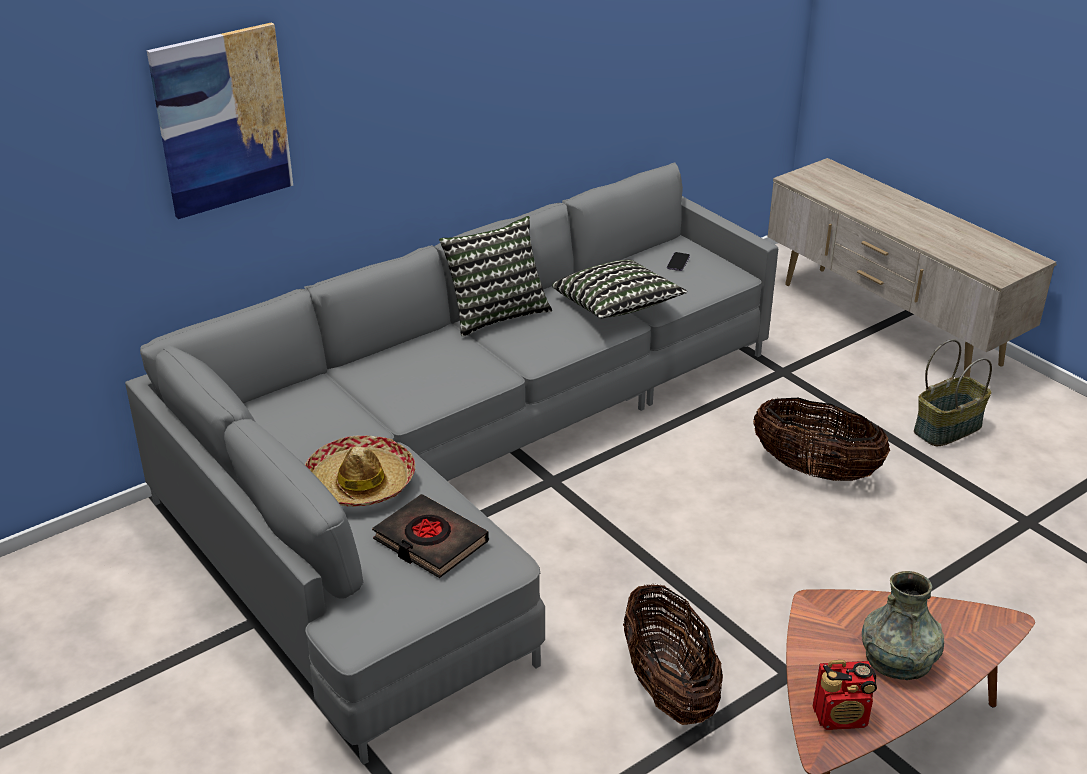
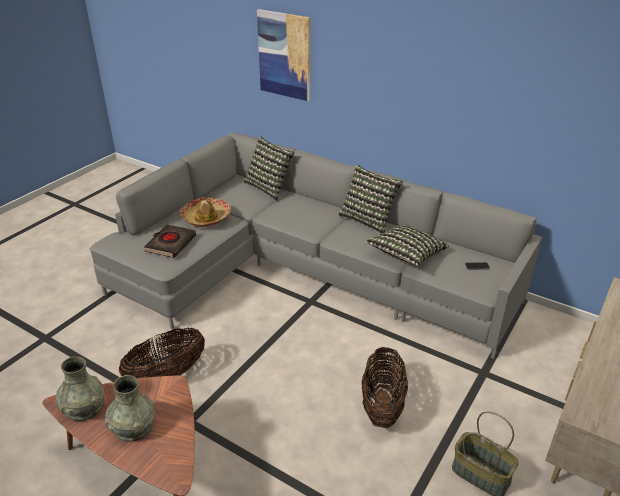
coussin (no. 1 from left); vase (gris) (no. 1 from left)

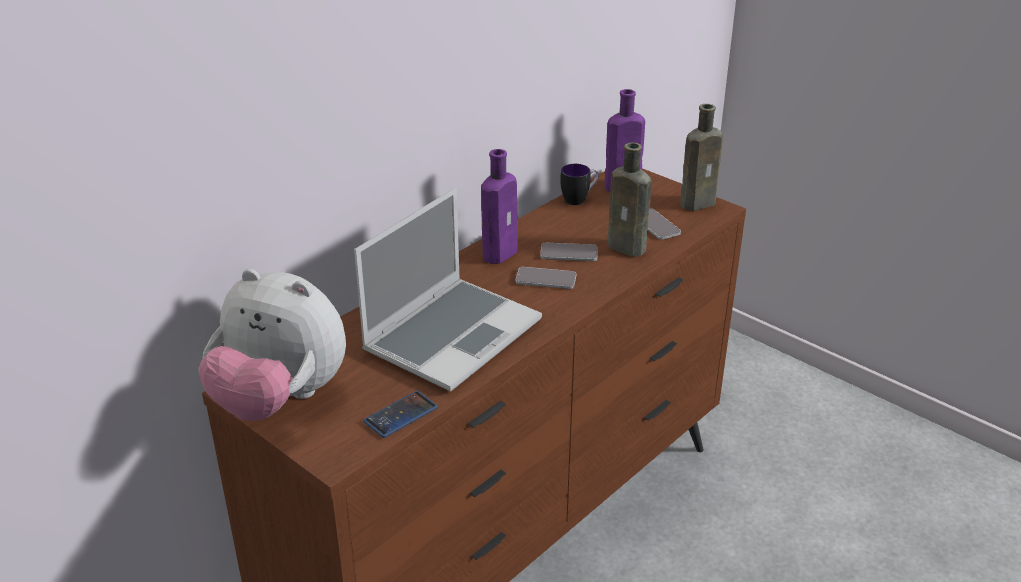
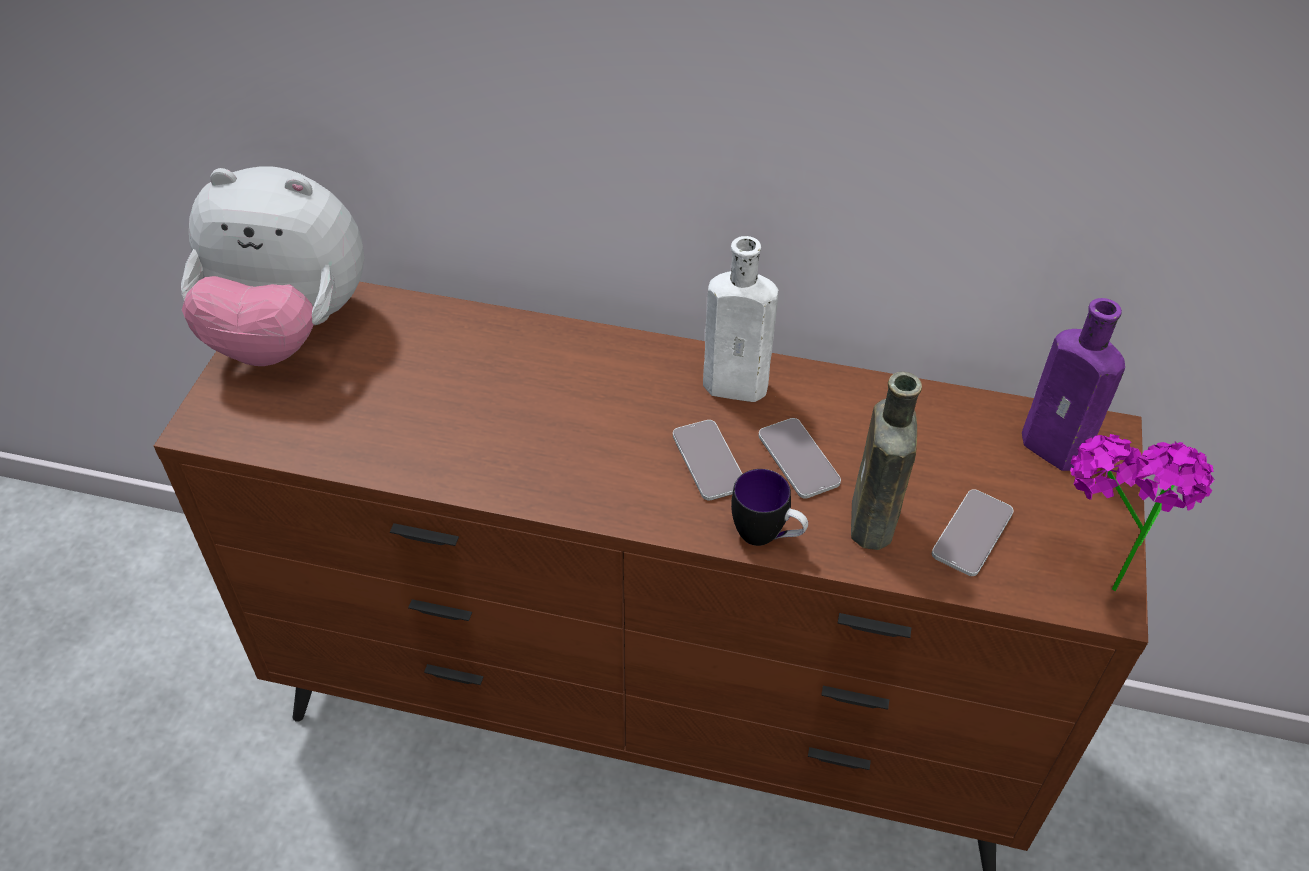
ordinateur portable; téléphone (no. 1 from left in the first image); mug; plante en pot; bouteille (blanc); peluche

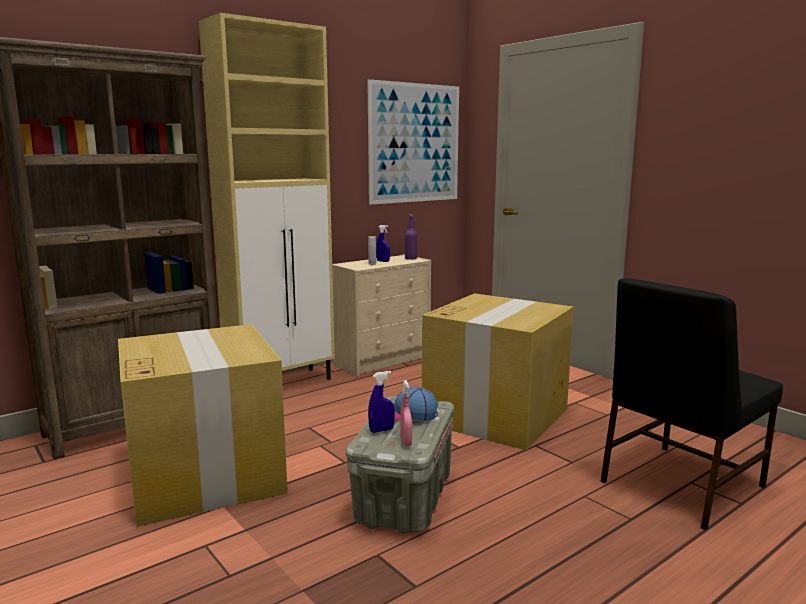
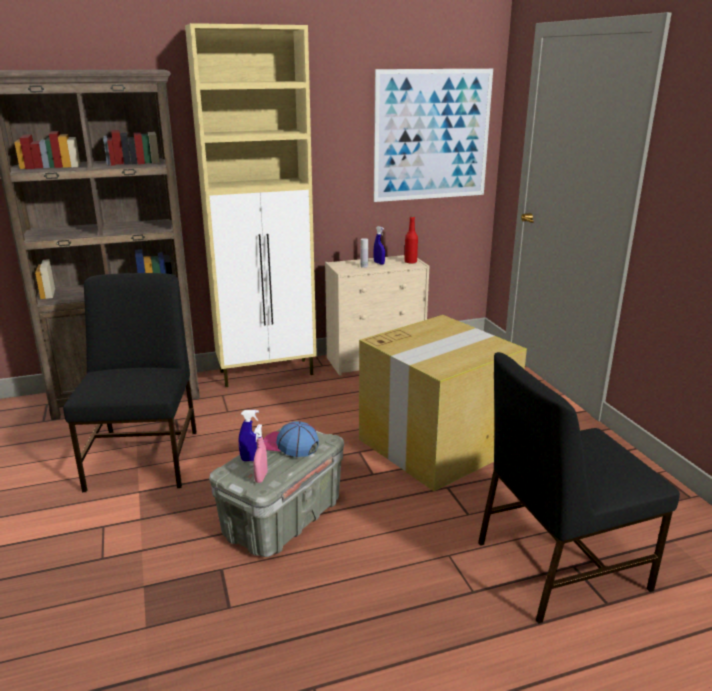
chaise (noir) (no. 1 from left); bouteille (rouge)

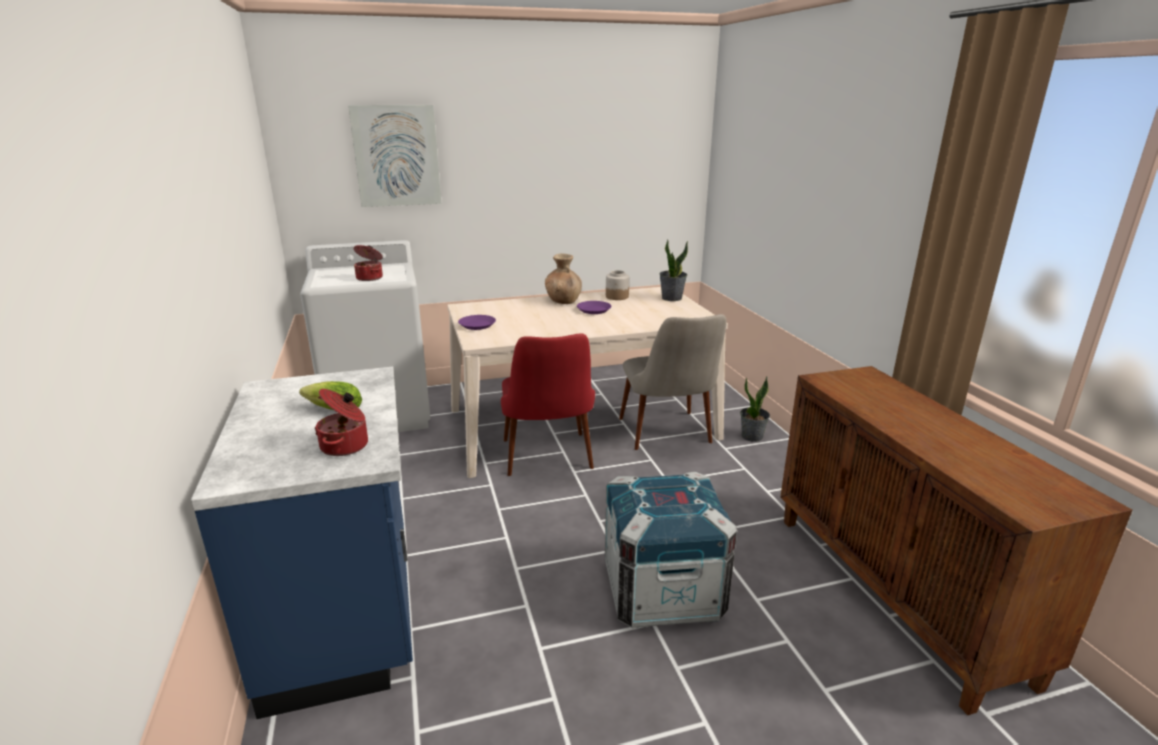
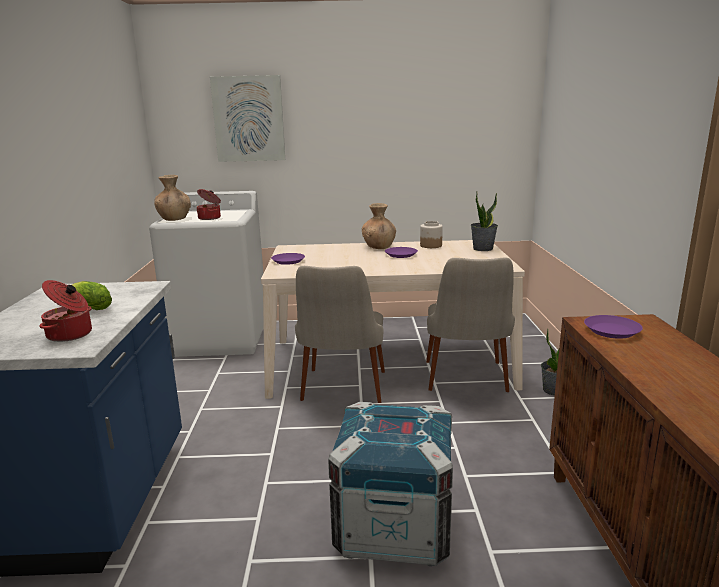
vase (marron) (no. 1 from left); assiette (violet) (no. 3 from left); chaise (beige) (no. 1 from left)

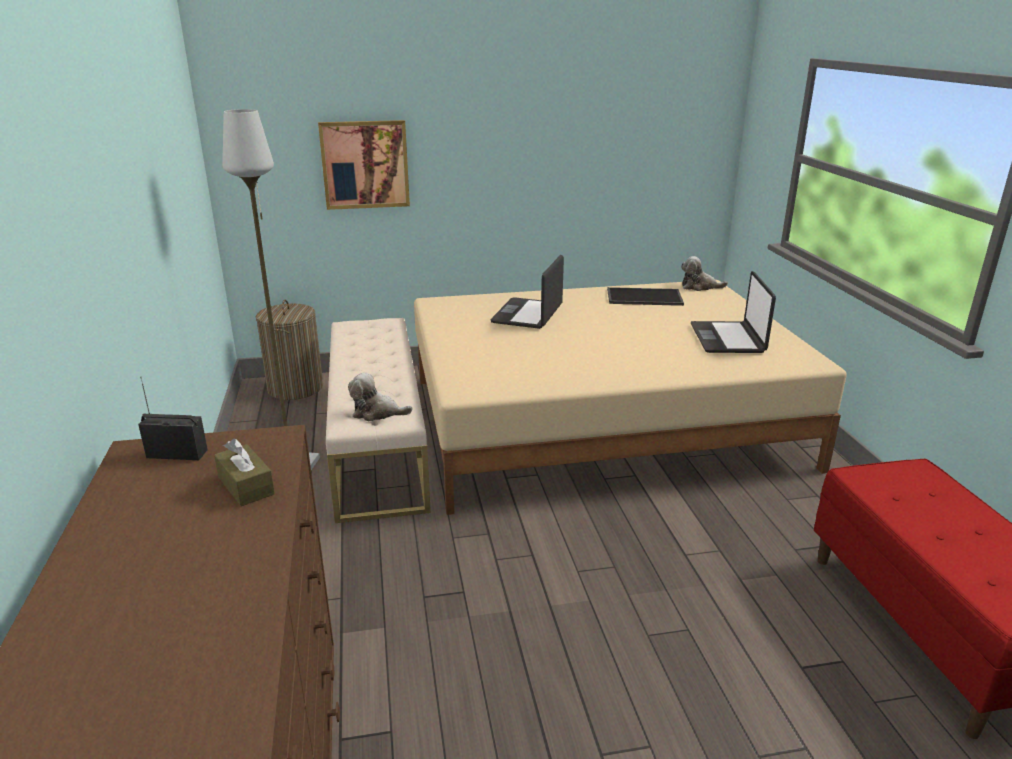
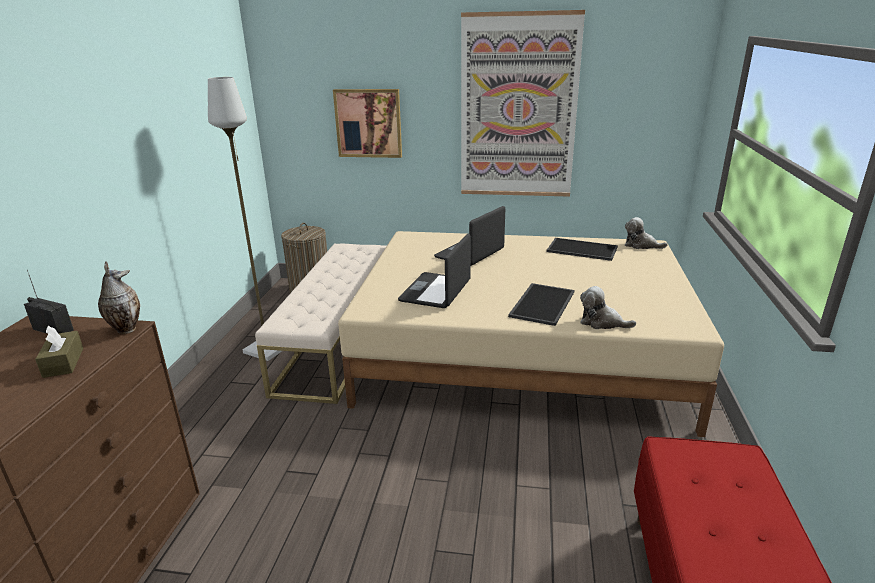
vase; tableau (no. 2 from left); plateau (no. 1 from left); peluche (no. 1 from left); ordinateur portable (no. 1 from left)

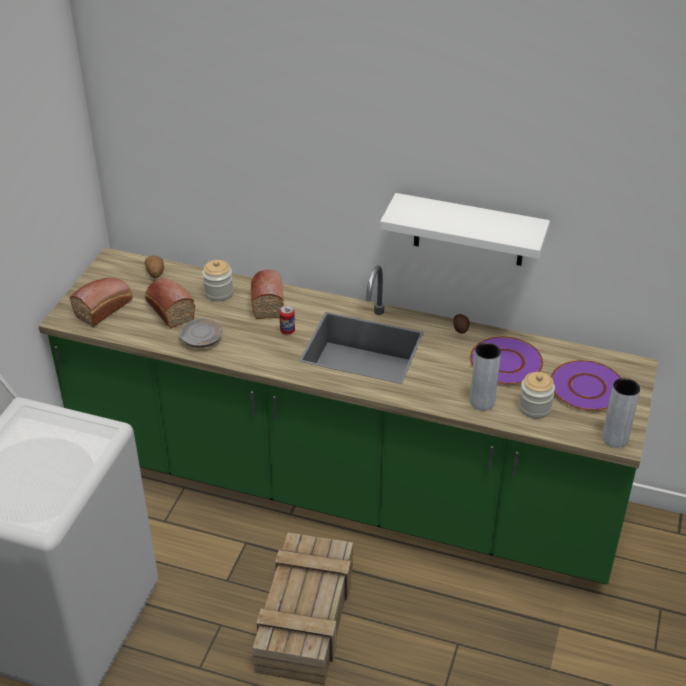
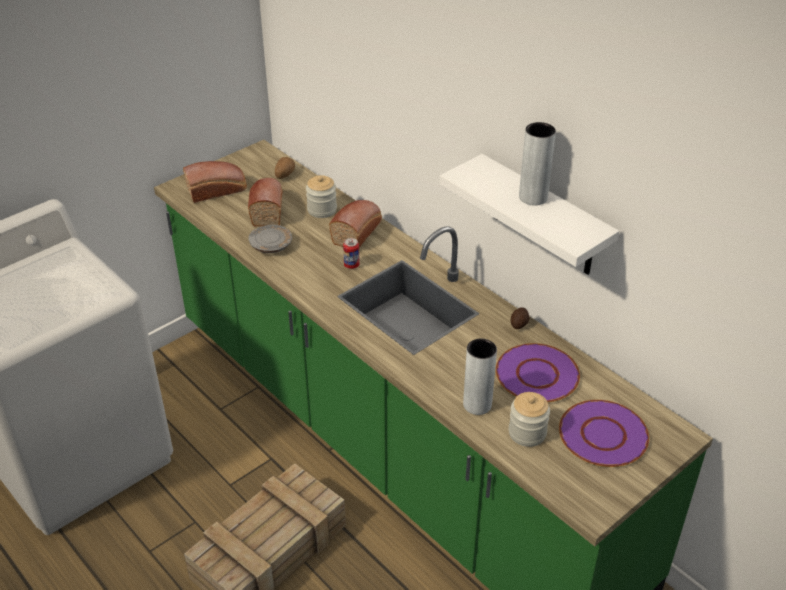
vase (gris) (no. 2 from left)

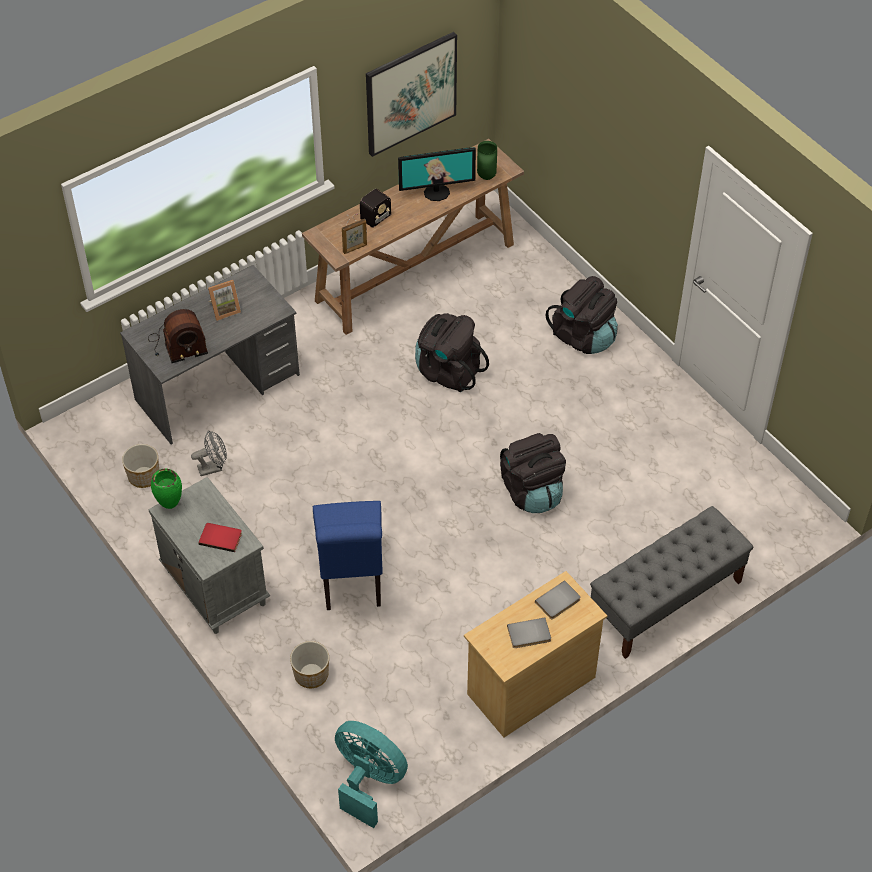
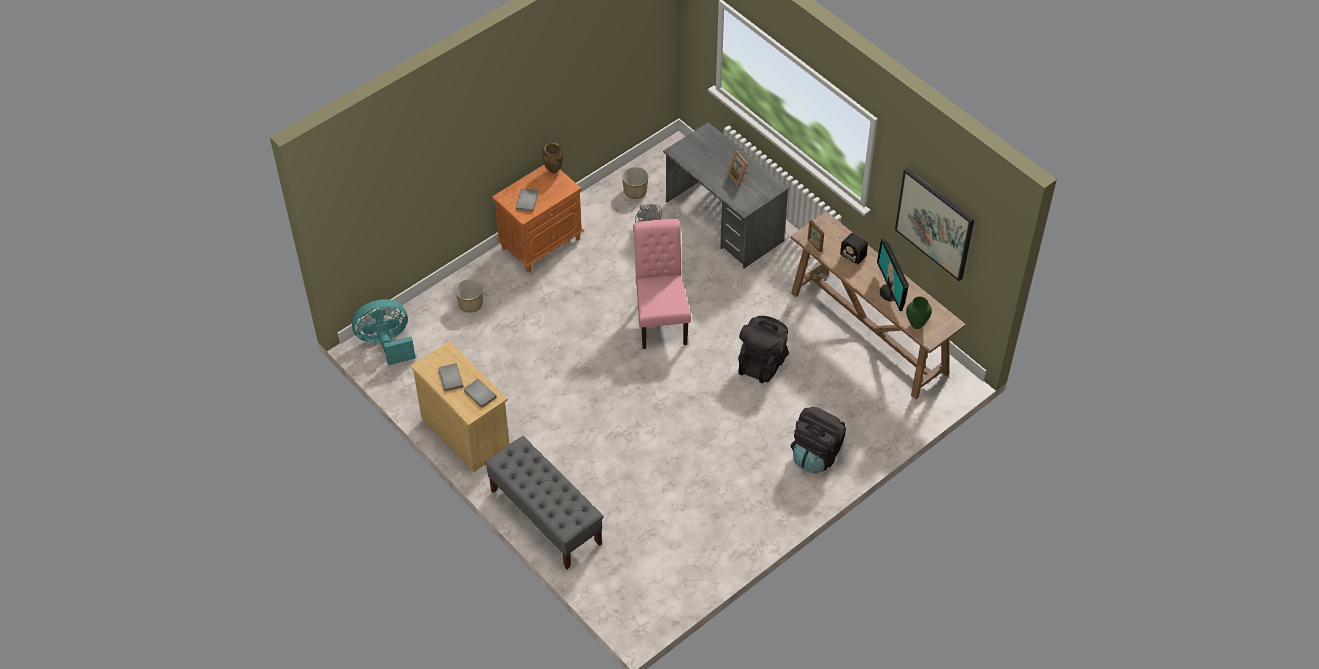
radio (no. 1 from left in the first image); chaise (bleu); sac à dos (noir) (no. 2 from left in the first image); chaise (rose); table de chevet (orange); vase (marron); livre (gris) (no. 3 from left); ventilateur (turquoise)

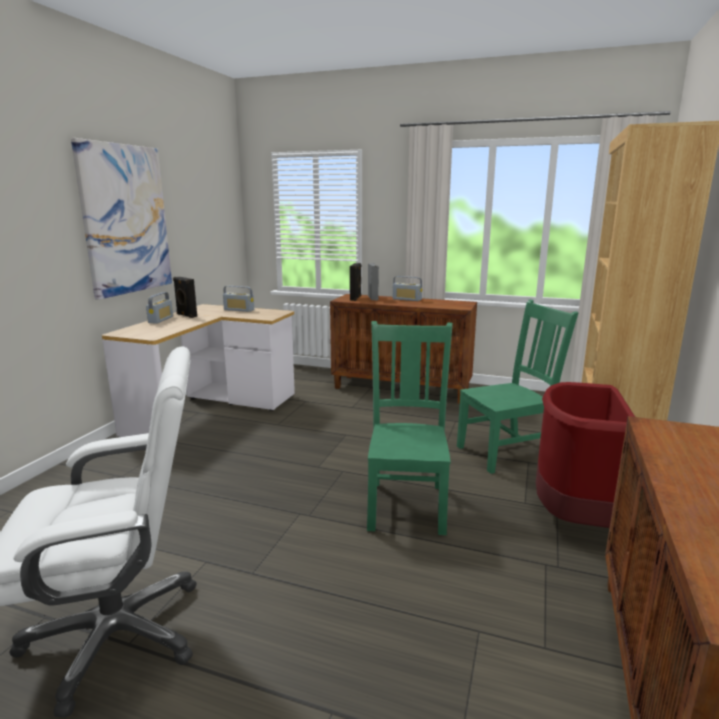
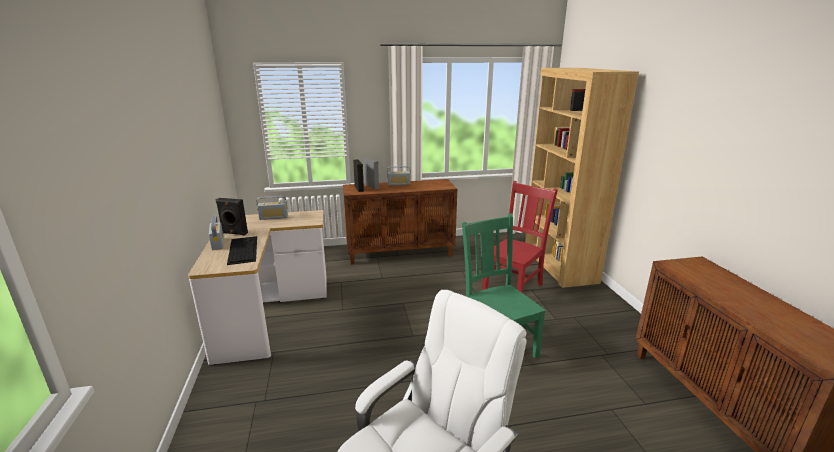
tableau; poubelle (rouge); clavier; chaise (rouge)

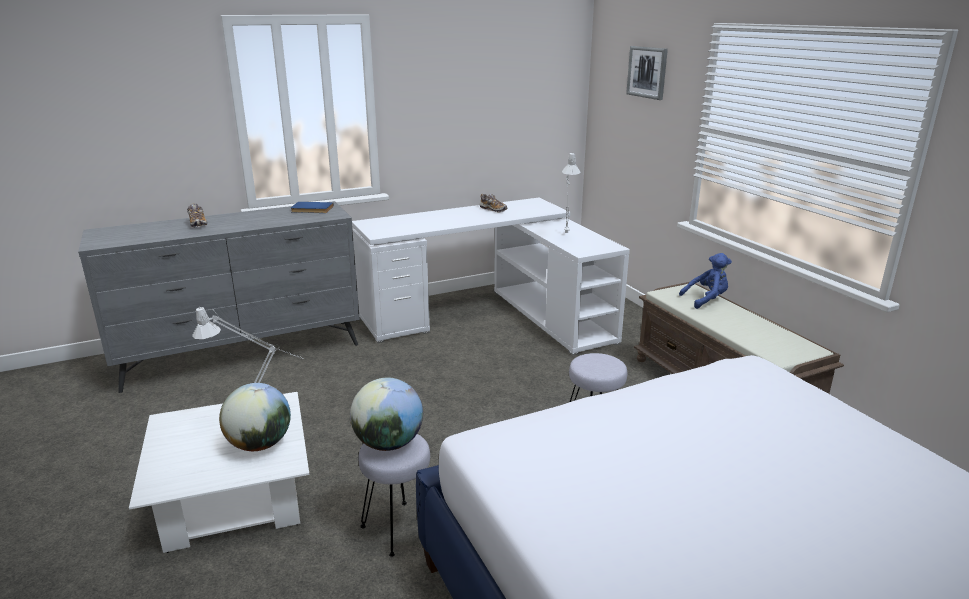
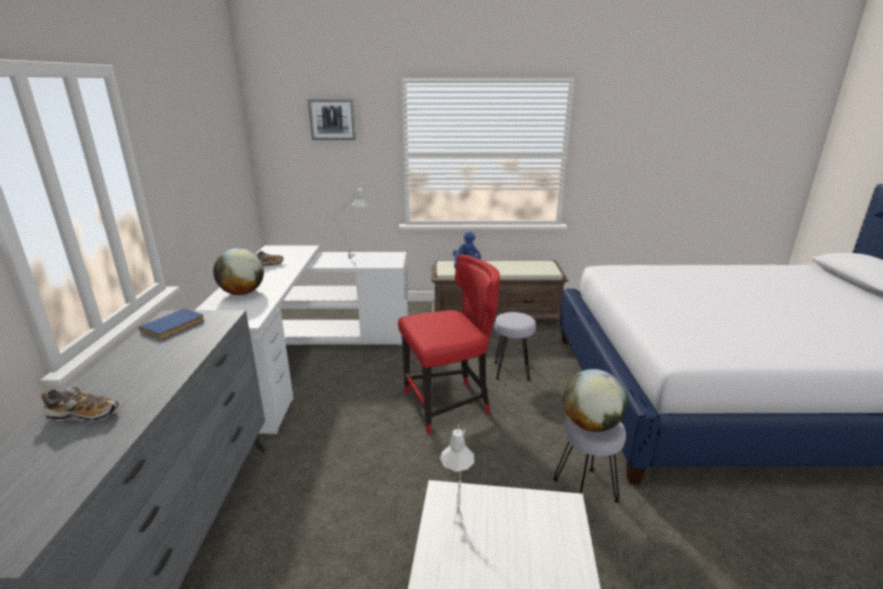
chaise (rouge); globe (no. 1 from left)

